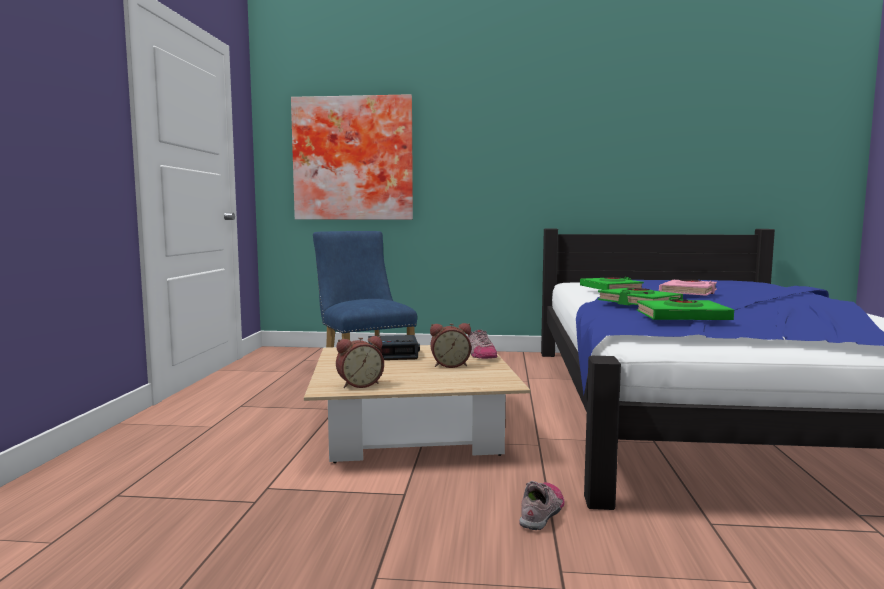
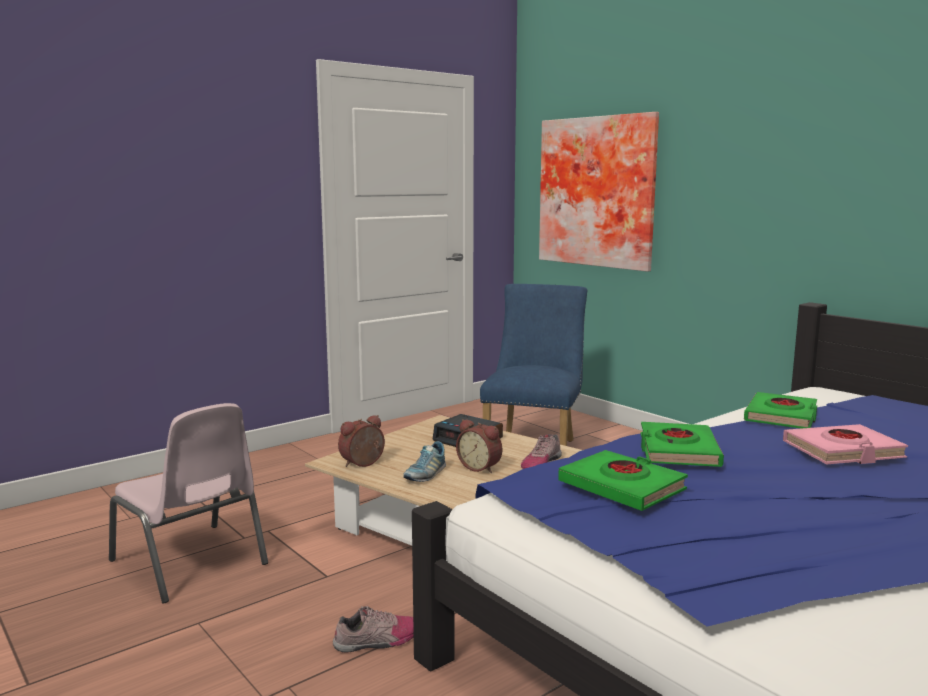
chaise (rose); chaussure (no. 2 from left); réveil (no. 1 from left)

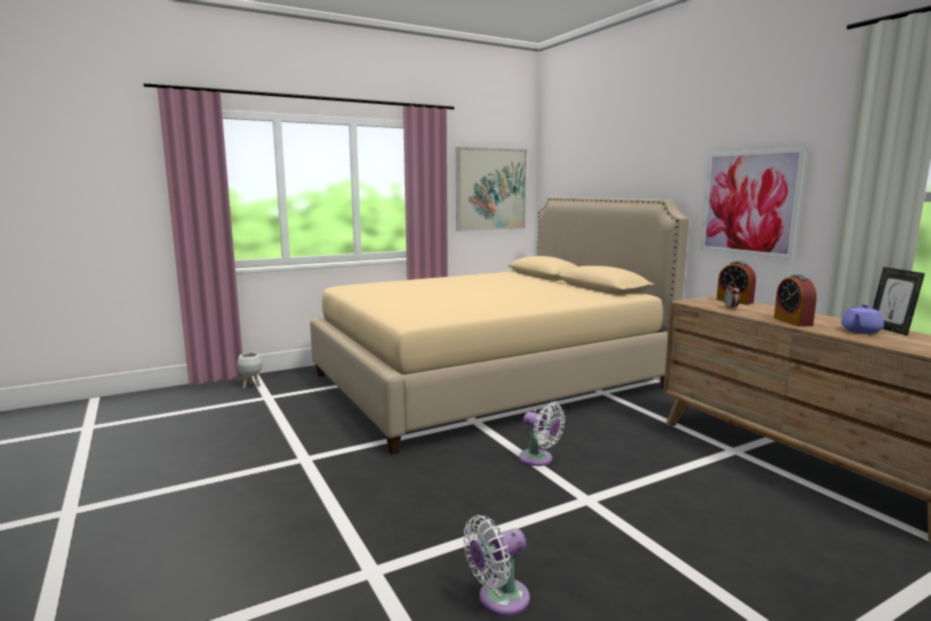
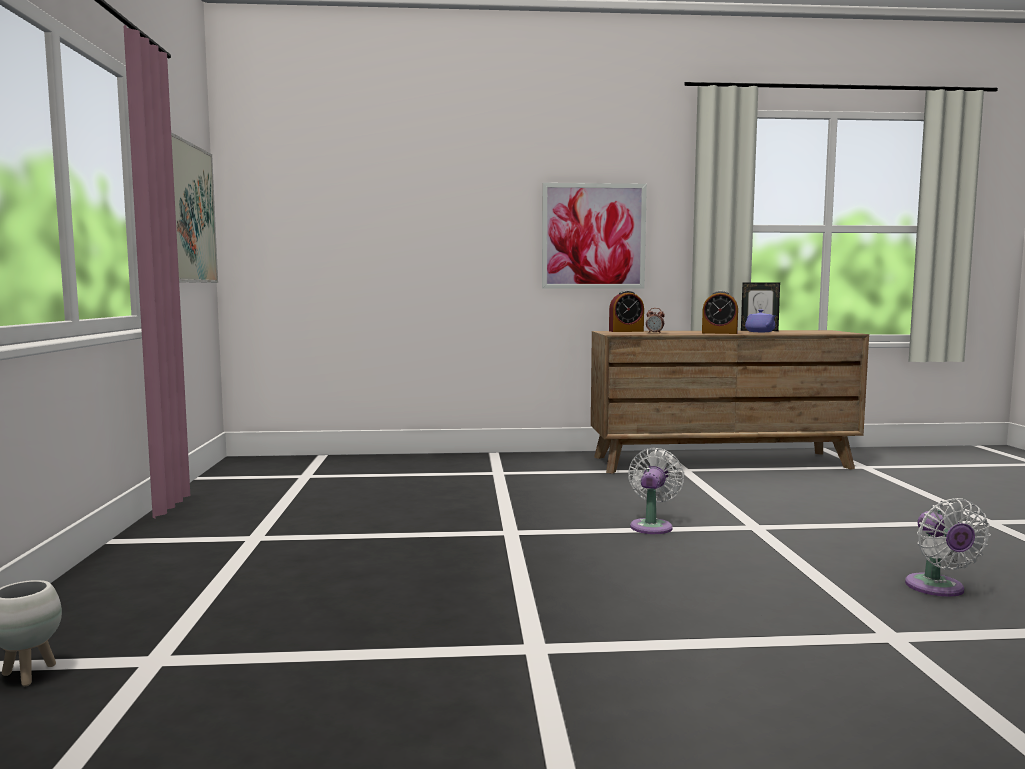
lit (beige); ventilateur (blanc) (no. 1 from left)

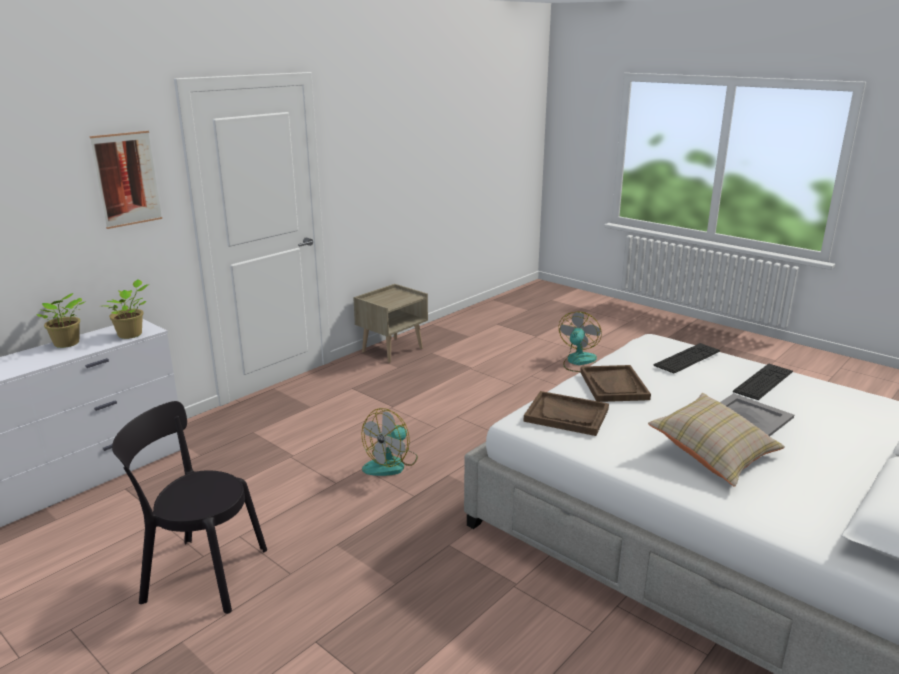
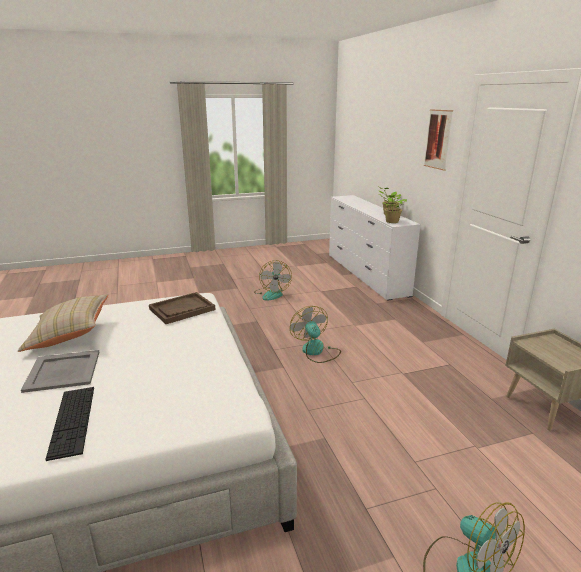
plateau (marron) (no. 2 from left in the first image); clavier (no. 1 from left in the first image); ventilateur (no. 1 from left)

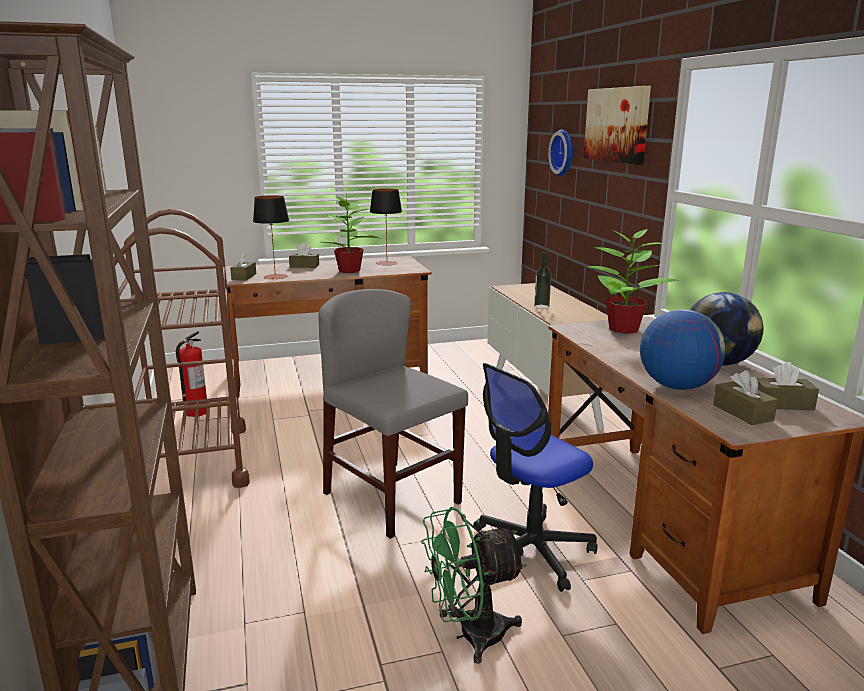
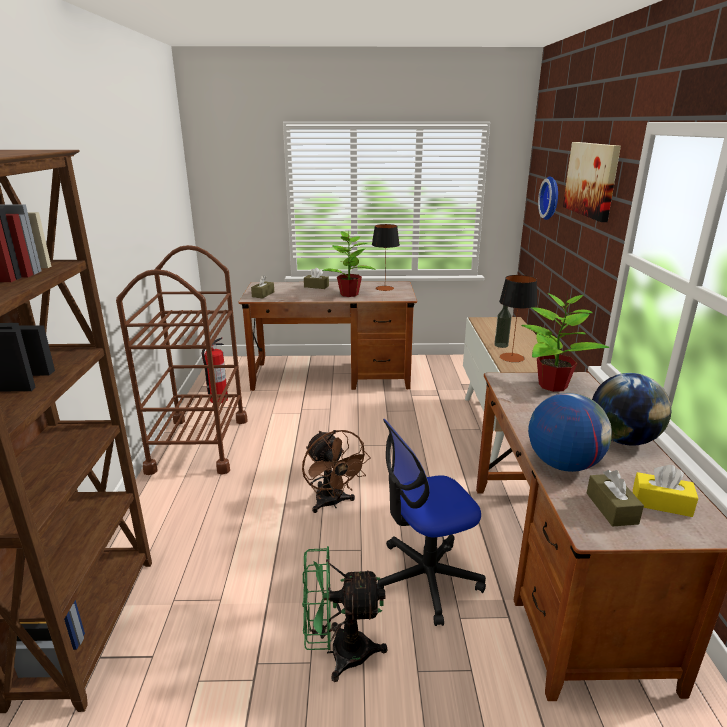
lampe de table (no. 2 from left); ventilateur (marron); boîte à mouchoirs (jaune)

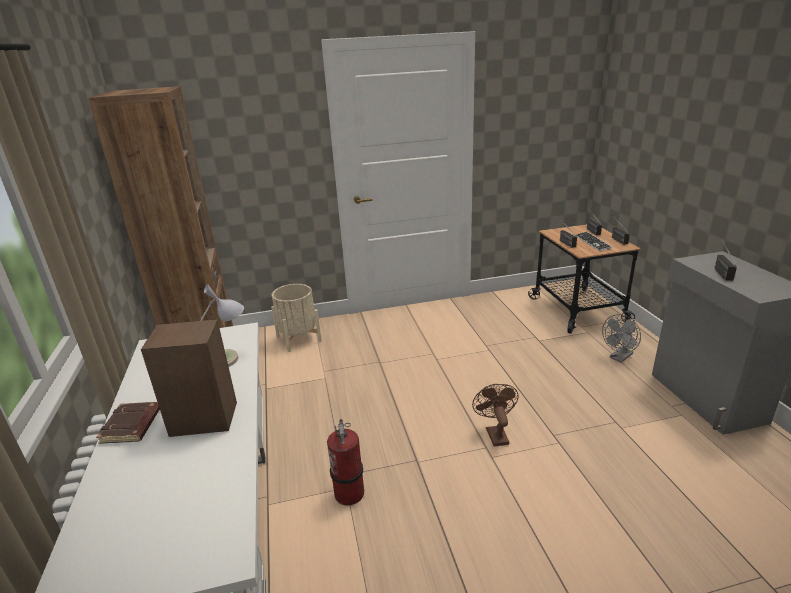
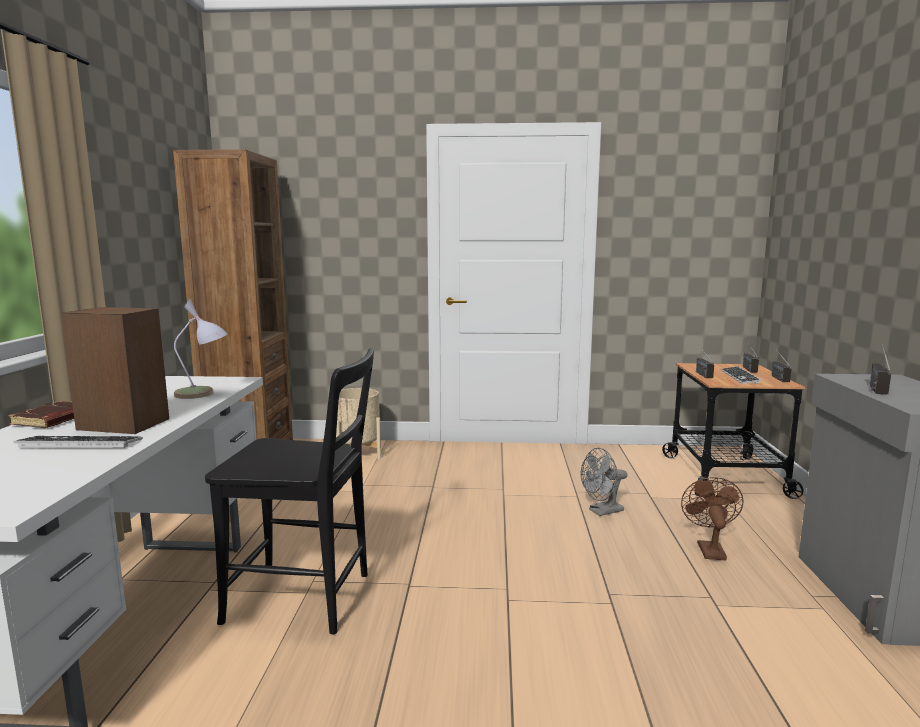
clavier (no. 1 from left); ventilateur (marron); ventilateur (gris); chaise (noir)

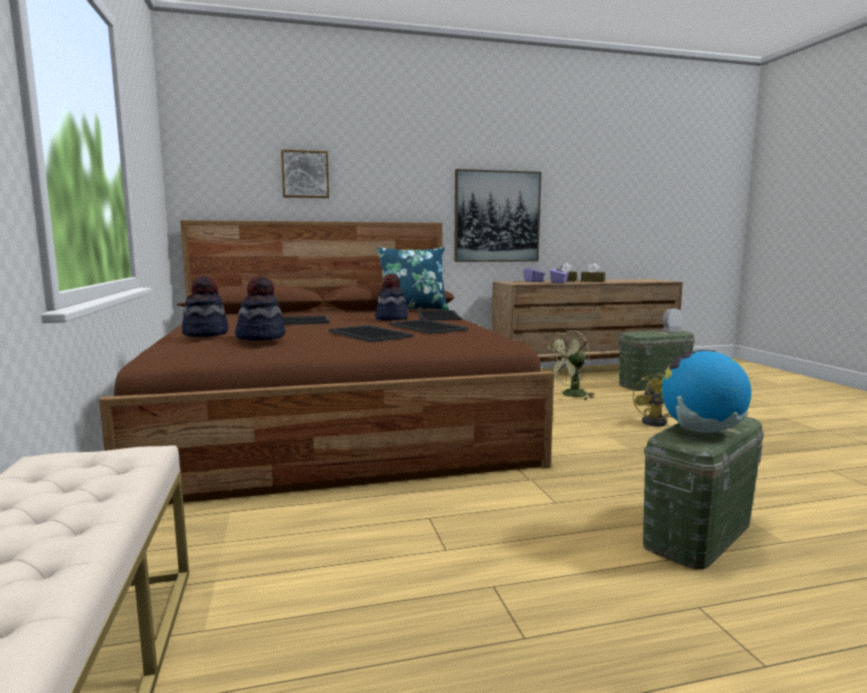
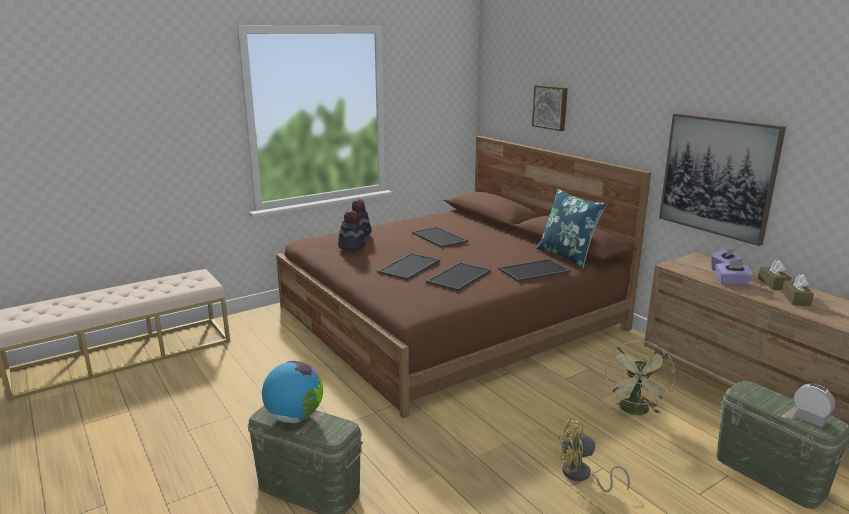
chapeau (no. 3 from left in the first image); ventilateur (vert)

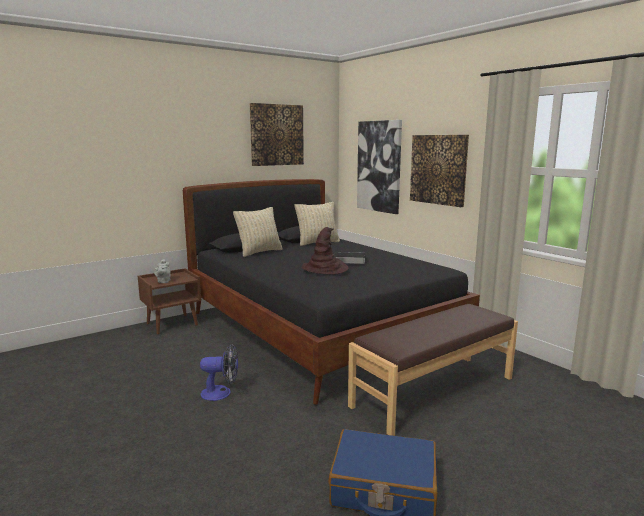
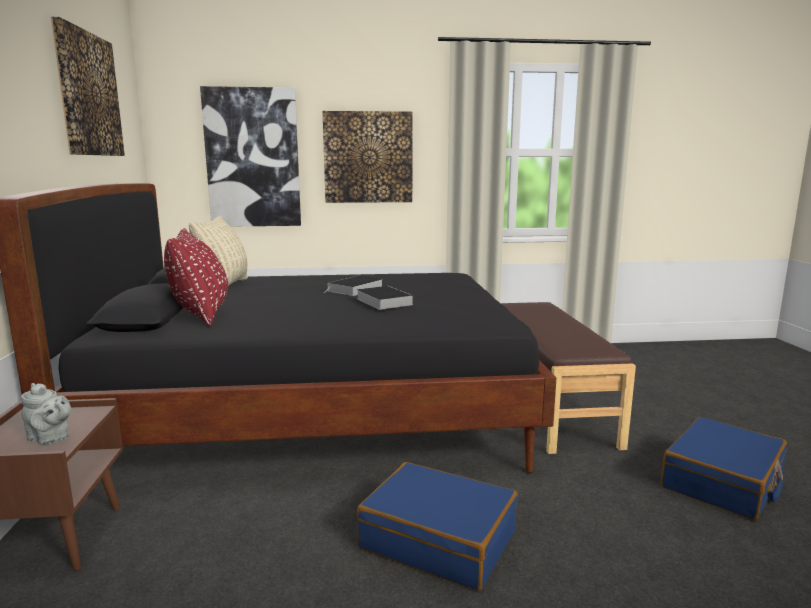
valise (bleu) (no. 1 from left); livre (no. 2 from left); coussin (rouge)

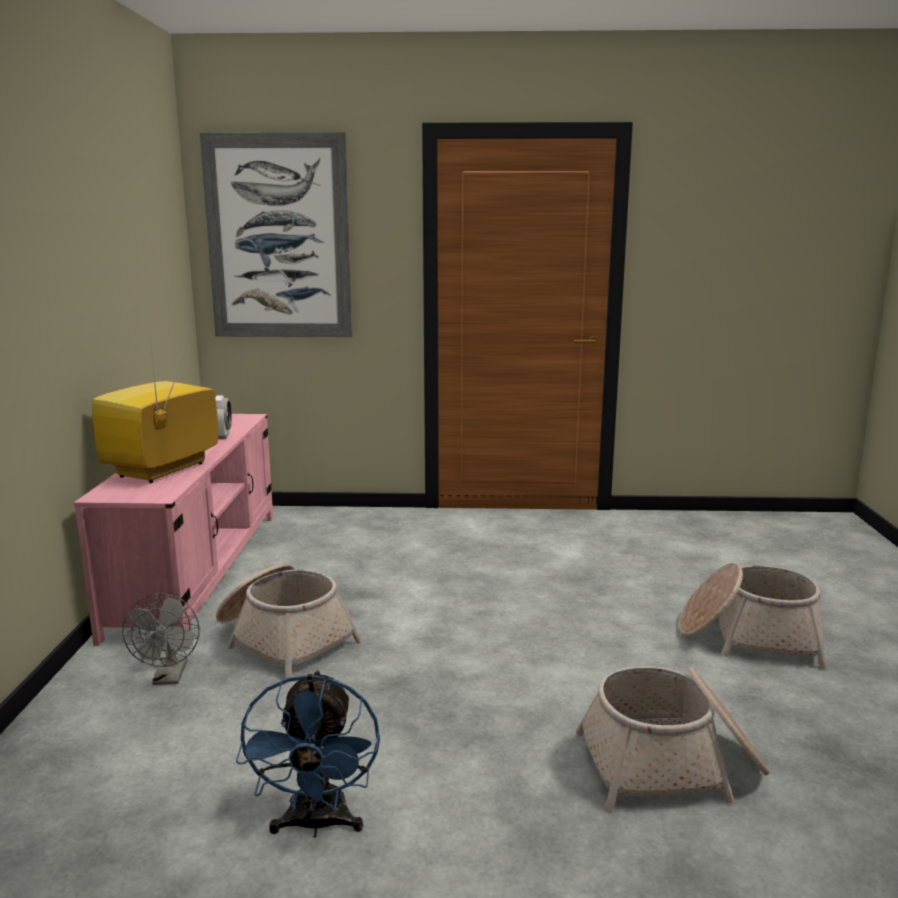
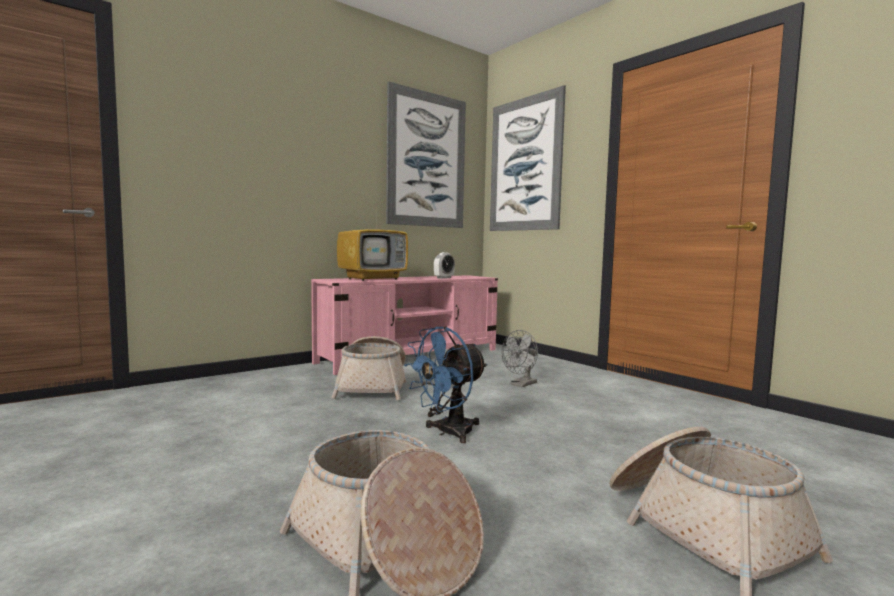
tableau (no. 1 from left); ventilateur (gris); ventilateur (bleu); téléviseur

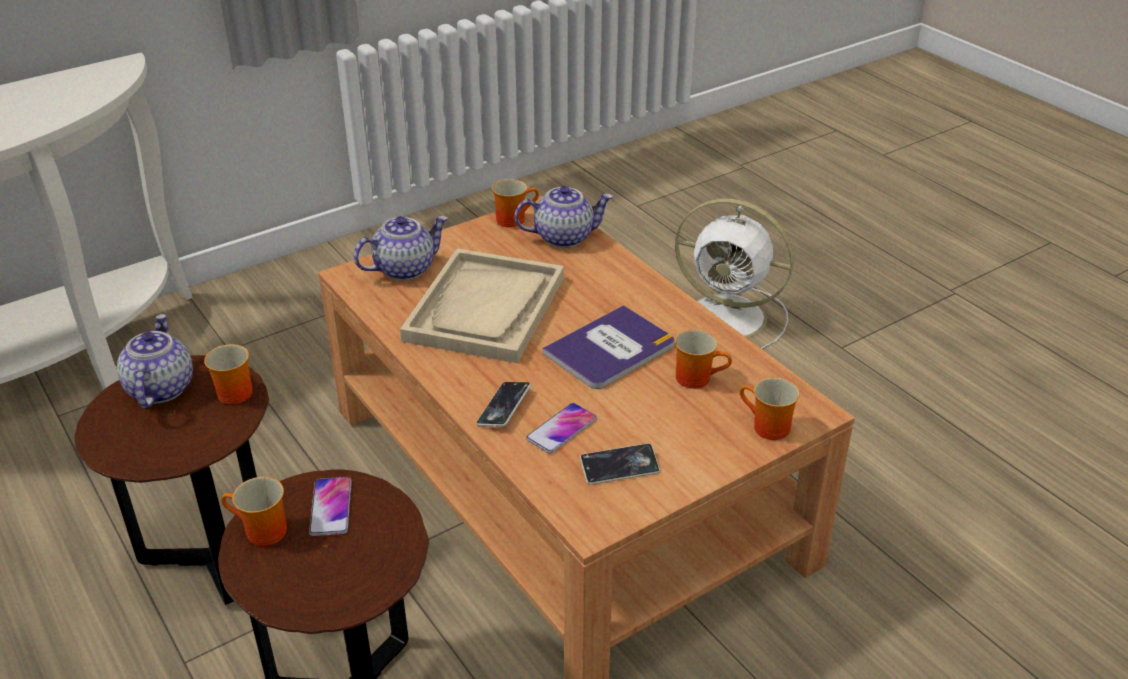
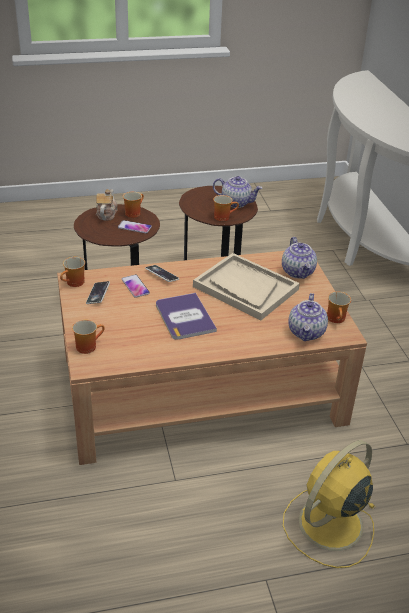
théière (no. 1 from left); mug (no. 1 from left); ventilateur (jaune)

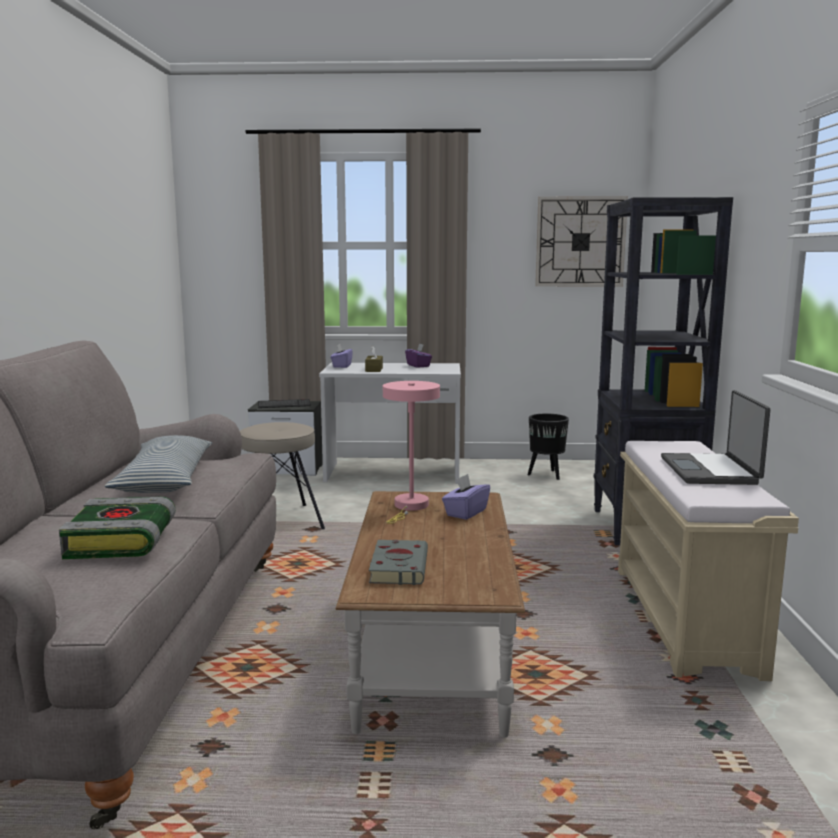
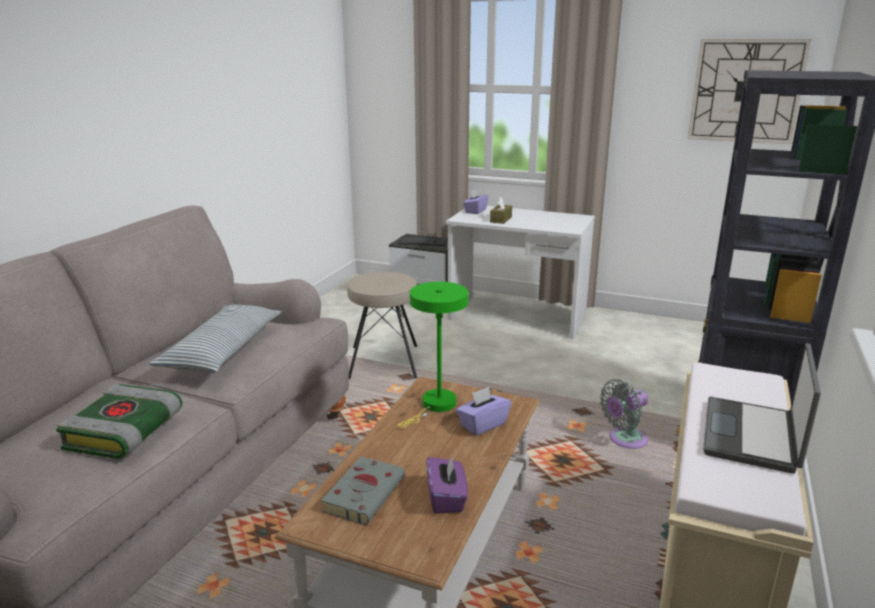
cache-pot (noir); ventilateur (gris); boîte à mouchoirs (violet) (no. 1 from left); lampe de table (vert)

